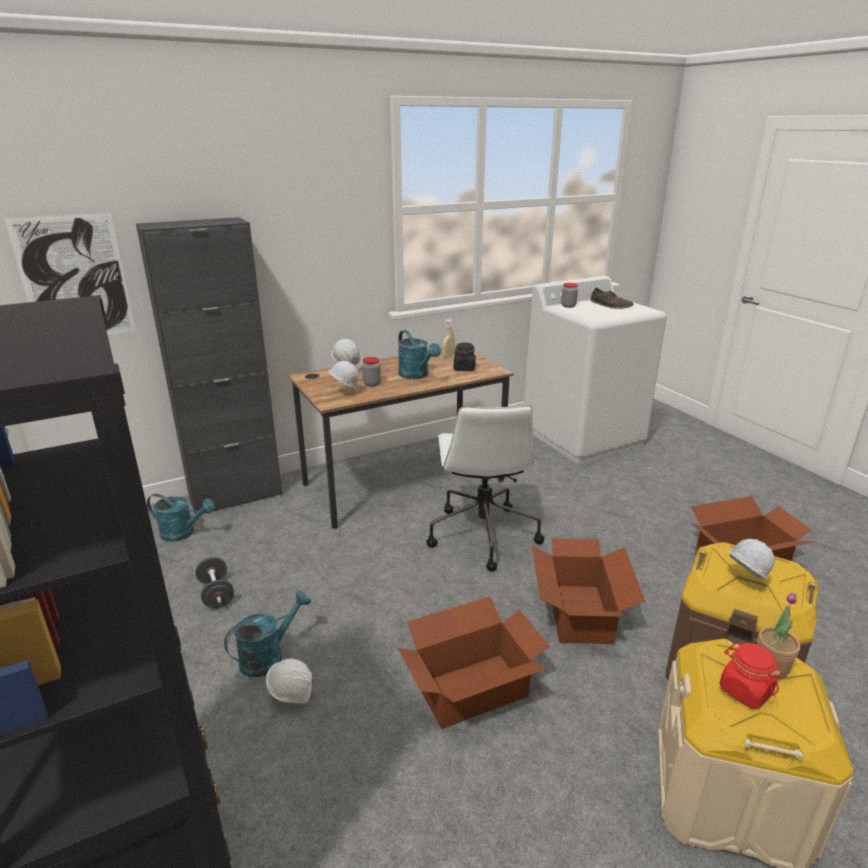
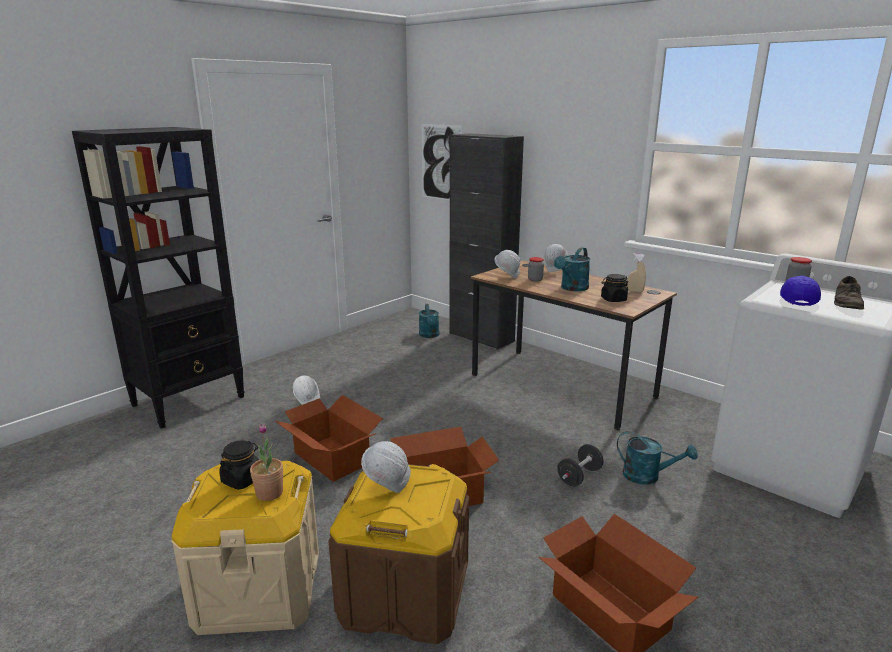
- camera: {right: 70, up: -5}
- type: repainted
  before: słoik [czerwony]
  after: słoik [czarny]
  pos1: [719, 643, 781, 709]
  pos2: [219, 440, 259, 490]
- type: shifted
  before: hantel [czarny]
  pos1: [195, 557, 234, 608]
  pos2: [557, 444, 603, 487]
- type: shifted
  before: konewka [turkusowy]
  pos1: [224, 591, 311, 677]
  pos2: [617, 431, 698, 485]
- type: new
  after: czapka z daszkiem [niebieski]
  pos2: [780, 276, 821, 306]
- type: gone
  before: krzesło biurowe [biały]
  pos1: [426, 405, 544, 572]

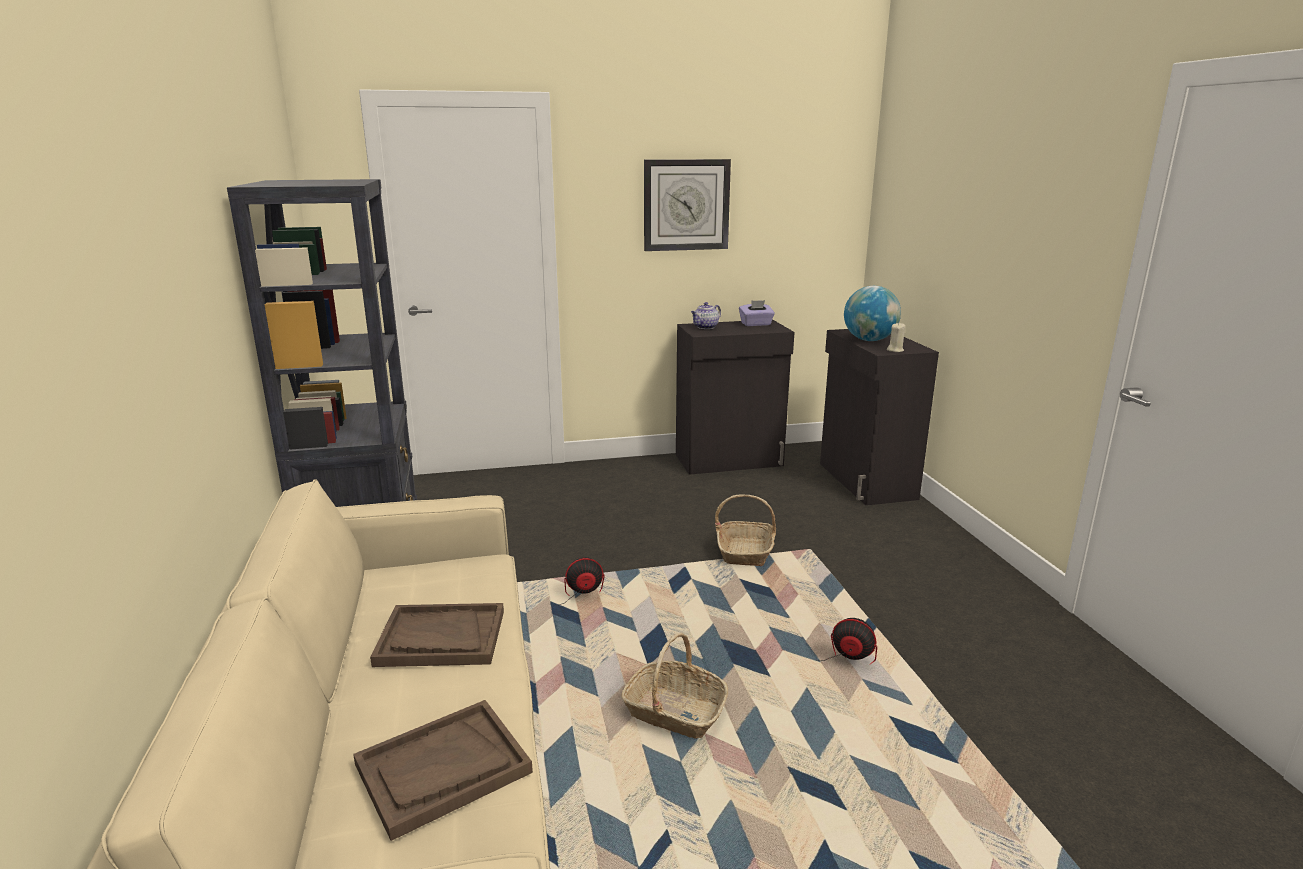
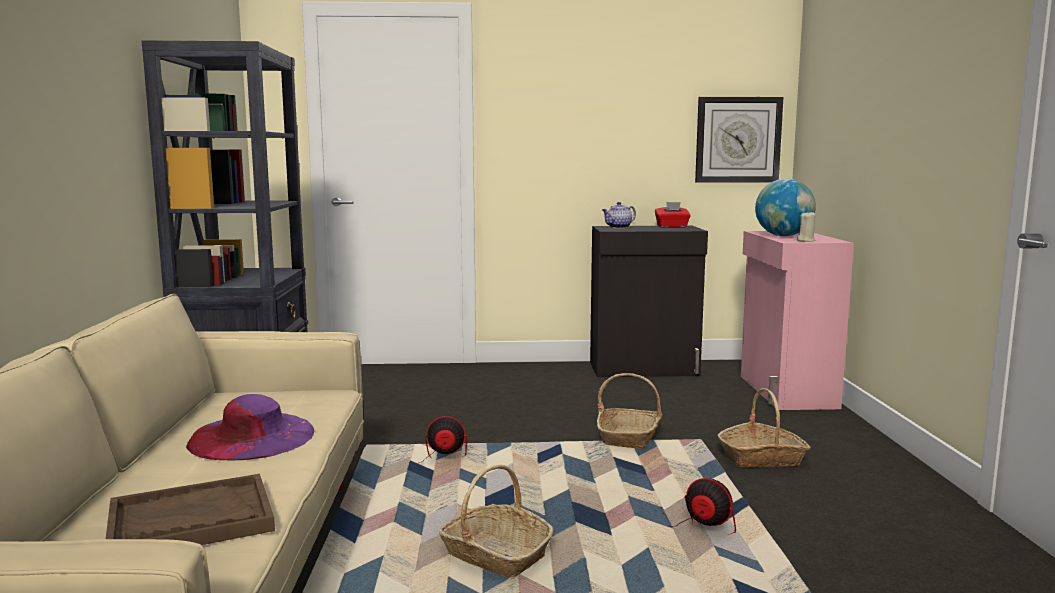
- camera: {right: 10, up: -10}
- type: swapped
  before: taca [brązowy]
  after: kapelusz [fioletowy]
  pos1: [370, 603, 504, 667]
  pos2: [186, 394, 314, 461]
- type: repainted
  before: pudełko chusteczek [fioletowy]
  after: pudełko chusteczek [czerwony]
  pos1: [739, 300, 775, 326]
  pos2: [655, 202, 691, 228]
- type: shifted
  before: zegar ścienny
  pos1: [644, 159, 731, 251]
  pos2: [695, 97, 783, 183]
- type: new
  after: koszyk
  pos2: [718, 388, 811, 468]
- type: repainted
  before: szafka [czarny]
  after: szafka [różowy]
  pos1: [820, 329, 939, 505]
  pos2: [741, 231, 854, 410]

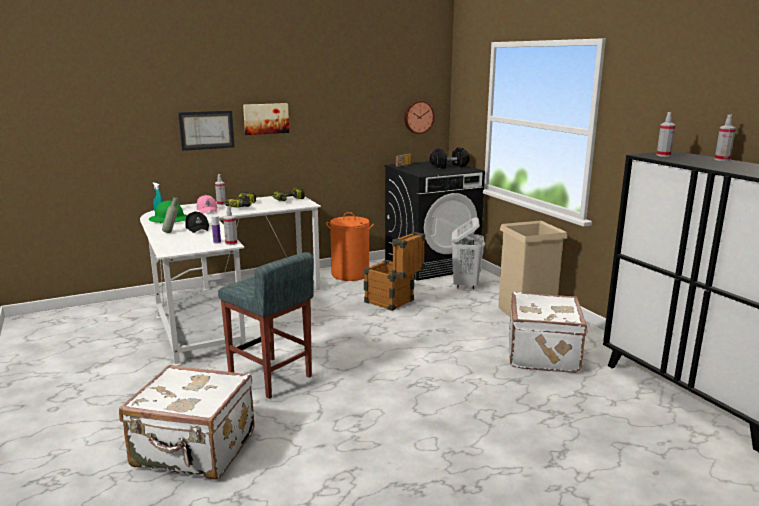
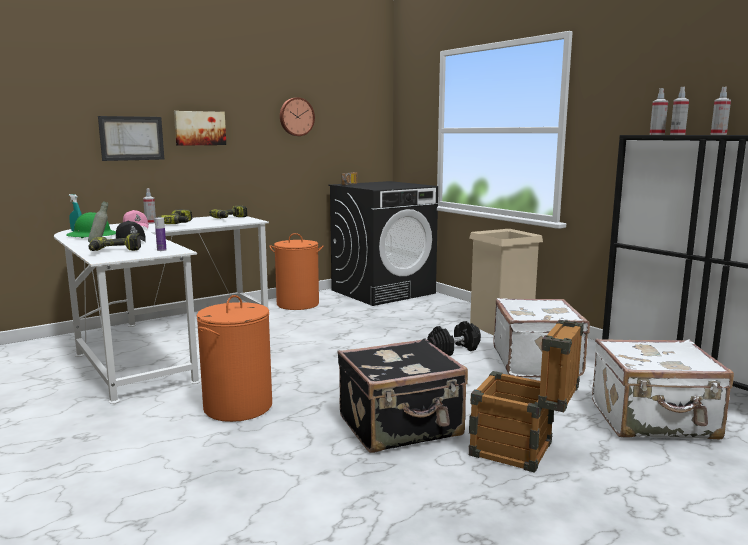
- camera: {right: -10, up: -5}
- type: new
  after: wiertarka
  pos2: [88, 233, 141, 251]
- type: swapped
  before: stołek [szary]
  after: kosz na pranie [pomarańczowy]
  pos1: [218, 252, 314, 399]
  pos2: [196, 295, 272, 422]
- type: shifted
  before: zegar ścienny
  pos1: [404, 101, 435, 134]
  pos2: [280, 97, 315, 136]
- type: new
  after: walizka [czarny]
  pos2: [338, 338, 468, 453]
- type: shifted
  before: hantel [czarny]
  pos1: [429, 147, 470, 169]
  pos2: [427, 321, 481, 356]
- type: shifted
  before: skrzynka
  pos1: [364, 232, 425, 311]
  pos2: [468, 320, 584, 473]
- type: shifted
  before: walizka [biały]
  pos1: [119, 365, 255, 480]
  pos2: [592, 338, 734, 439]
- type: shifted
  before: spryskiwacz
  pos1: [223, 207, 237, 245]
  pos2: [670, 87, 689, 135]
- type: gone
  before: kosz na pranie [biały]
  pos1: [452, 217, 485, 289]

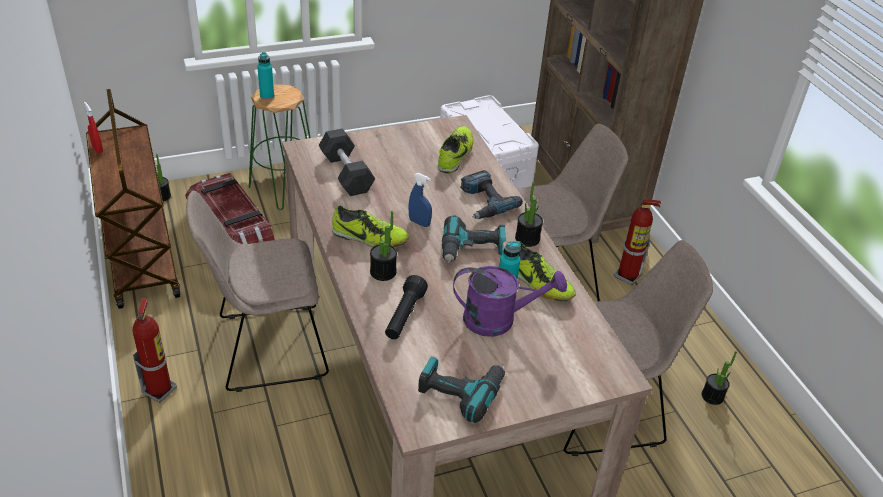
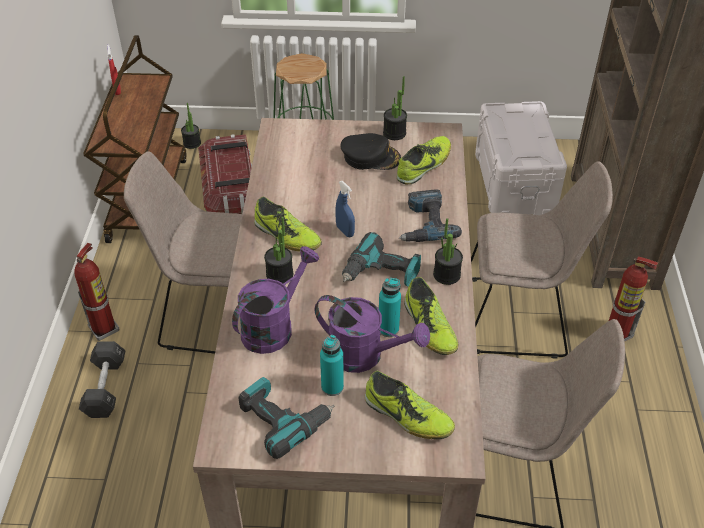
- camera: {right: 25, up: 5}
- type: shifted
  before: hantel [czarny]
  pos1: [319, 128, 375, 196]
  pos2: [79, 341, 126, 418]
- type: swapped
  before: latarka [czarny]
  after: konewka [fioletowy]
  pos1: [385, 275, 428, 339]
  pos2: [232, 246, 319, 354]
- type: shifted
  before: butelka [turkusowy]
  pos1: [257, 52, 274, 100]
  pos2: [320, 335, 344, 396]
- type: new
  after: czapka z daszkiem [czarny]
  pos2: [341, 133, 401, 170]
- type: new
  after: but
  pos2: [365, 371, 455, 439]
- type: shifted
  before: roślina doniczkowa
  pos1: [702, 351, 737, 405]
  pos2: [383, 76, 407, 140]

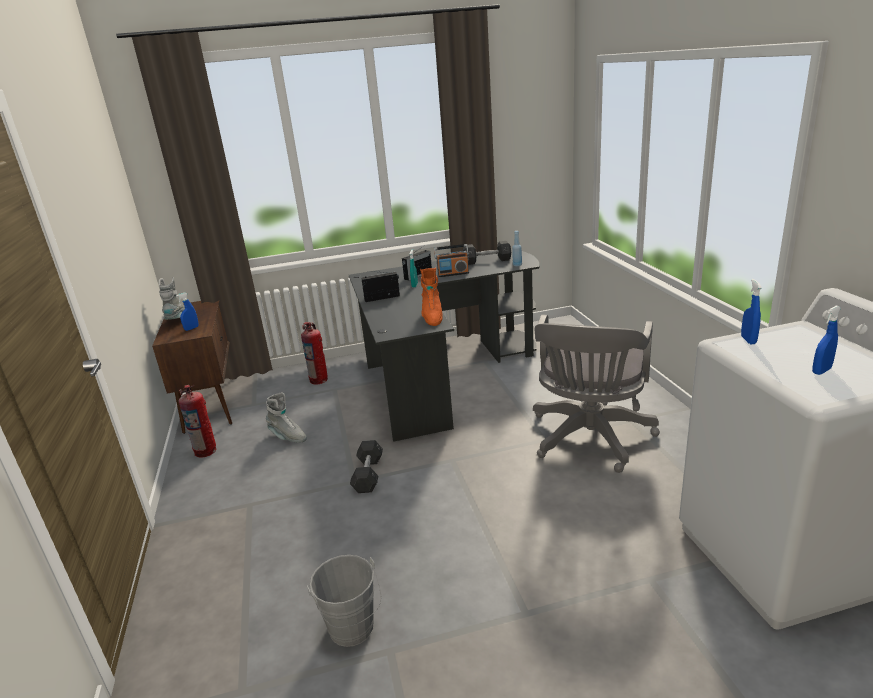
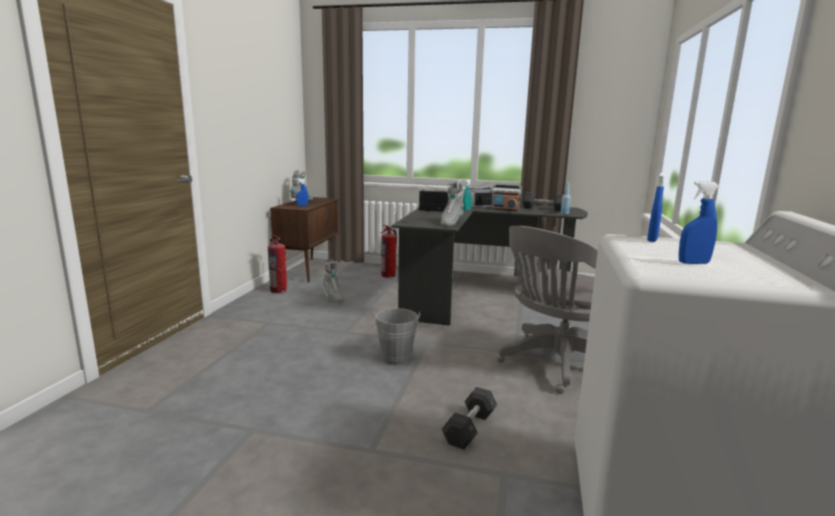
- camera: {right: 25, up: -10}
- type: shifted
  before: wiadro [szary]
  pos1: [307, 555, 381, 647]
  pos2: [373, 308, 420, 366]
- type: repainted
  before: but z cholewką [pomarańczowy]
  after: but z cholewką [szary]
  pos1: [420, 267, 443, 326]
  pos2: [441, 180, 464, 226]
- type: shifted
  before: hantel [szary]
  pos1: [350, 440, 383, 493]
  pos2: [442, 387, 497, 450]

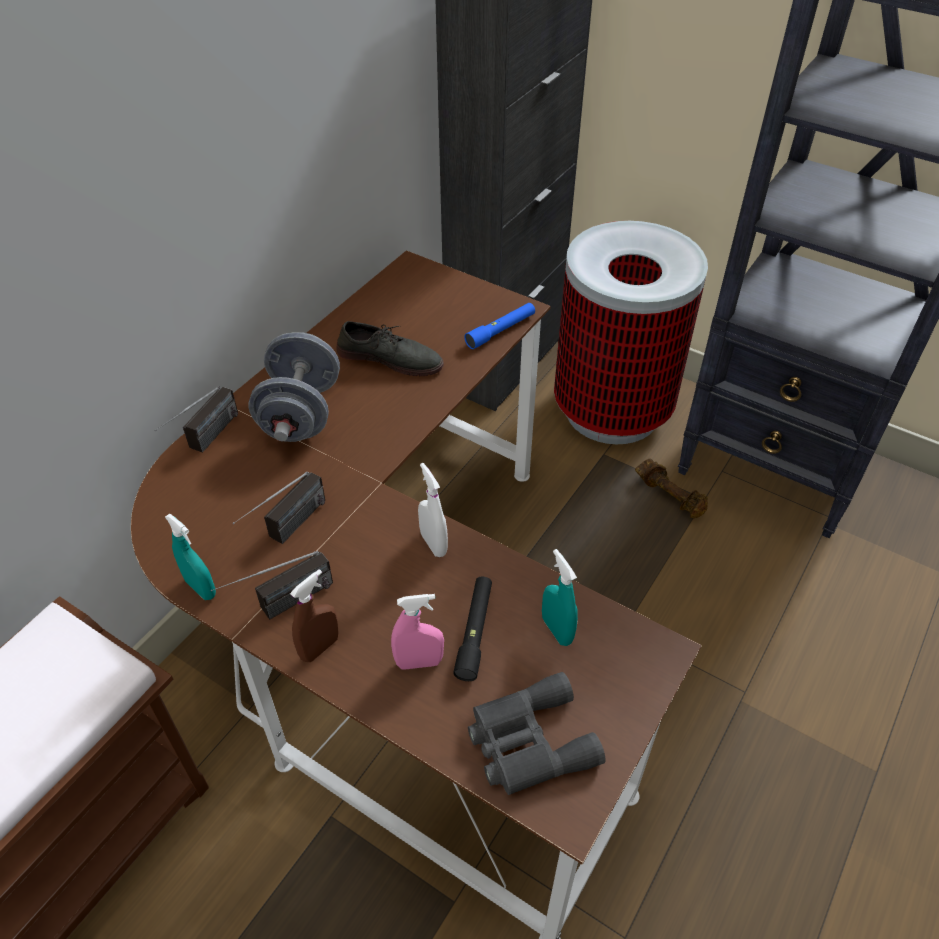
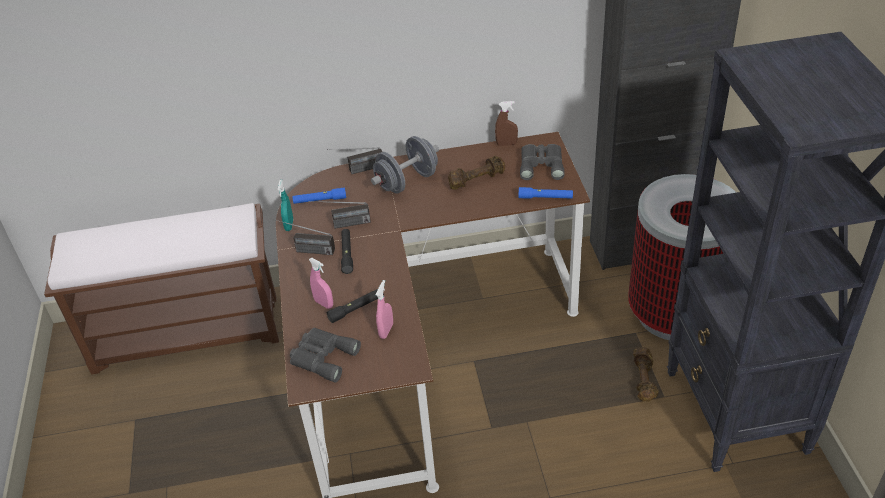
- camera: {right: 50, up: -5}
- type: new
  after: latarka [niebieski]
  pos2: [292, 187, 346, 204]
- type: new
  after: latarka [czarny]
  pos2: [341, 229, 353, 274]
- type: repainted
  before: spryskiwacz [turkusowy]
  after: spryskiwacz [różowy]
  pos1: [542, 549, 578, 646]
  pos2: [376, 280, 393, 339]
- type: swapped
  before: but [szary]
  after: hantel [brązowy]
  pos1: [336, 321, 444, 376]
  pos2: [448, 156, 505, 190]
- type: shifted
  before: spryskiwacz [brązowy]
  pos1: [290, 569, 338, 662]
  pos2: [495, 101, 518, 146]
- type: new
  after: lornetka [szary]
  pos2: [520, 144, 565, 180]
- type: gone
  before: spryskiwacz [biały]
  pos1: [418, 463, 448, 557]

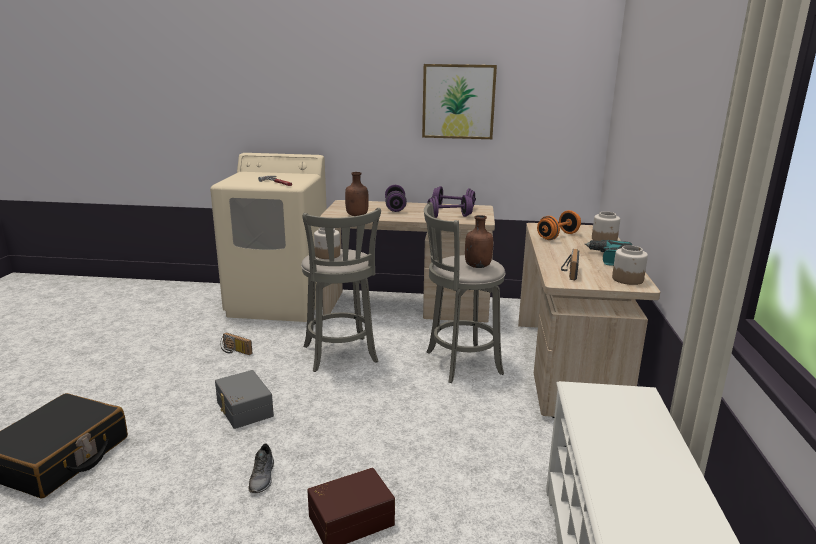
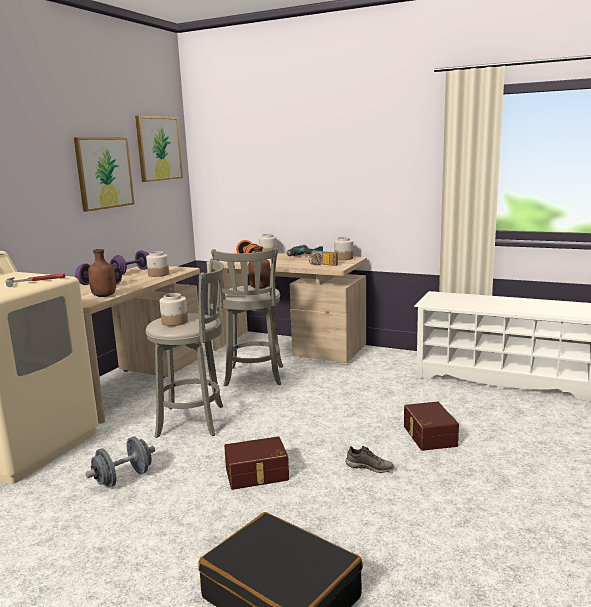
- camera: {right: -70, up: -5}
- type: swapped
  before: radio
  after: hantel [szary]
  pos1: [220, 332, 252, 355]
  pos2: [86, 436, 155, 488]
- type: new
  after: obraz
  pos2: [135, 116, 183, 182]
- type: swapped
  before: hantel [fioletowy]
  after: słoik
  pos1: [427, 195, 473, 218]
  pos2: [146, 251, 169, 277]
- type: repainted
  before: pojemnik do przechowywania [szary]
  after: pojemnik do przechowywania [brązowy]
  pos1: [215, 370, 274, 429]
  pos2: [224, 436, 289, 490]

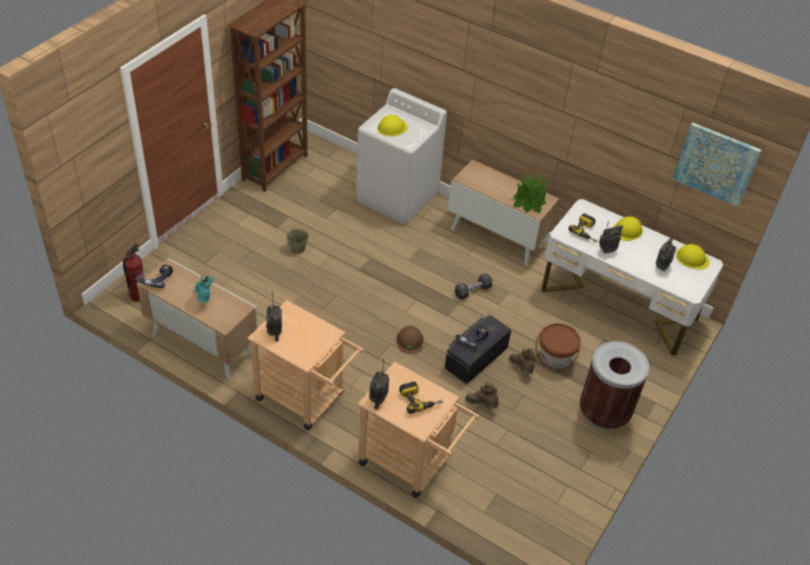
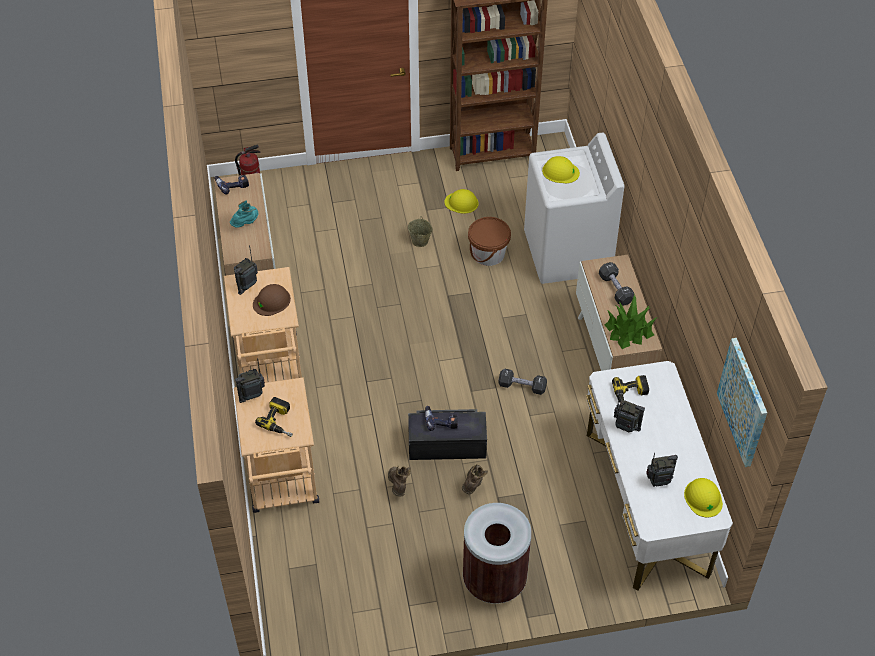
- camera: {right: 50, up: 5}
- type: shifted
  before: kask [brązowy]
  pos1: [396, 326, 424, 354]
  pos2: [253, 284, 291, 316]
- type: shifted
  before: kask [żółty]
  pos1: [613, 216, 643, 241]
  pos2: [444, 189, 479, 214]
- type: shifted
  before: wiadro [brązowy]
  pos1: [535, 323, 581, 370]
  pos2: [468, 217, 511, 266]
- type: new
  after: hantel [czarny]
  pos2: [599, 262, 635, 306]

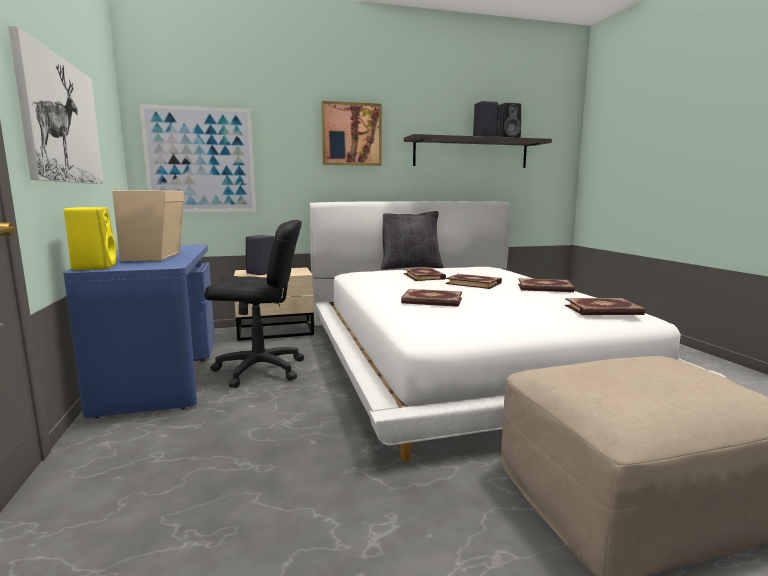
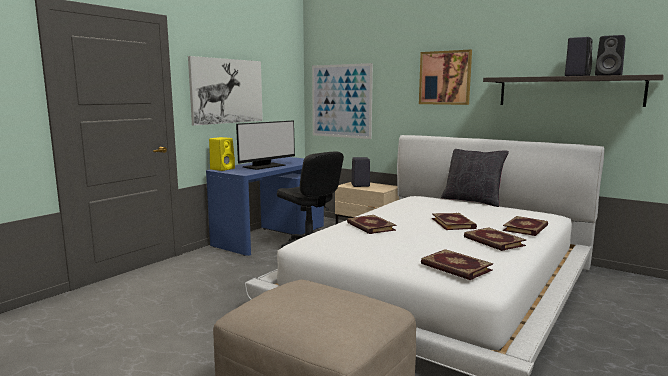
- camera: {right: 50, up: 0}
- type: swapped
  before: głośnik [beżowy]
  after: monitor
  pos1: [112, 188, 184, 262]
  pos2: [236, 121, 295, 170]
- type: shifted
  before: książka
  pos1: [404, 267, 446, 281]
  pos2: [503, 216, 548, 236]

